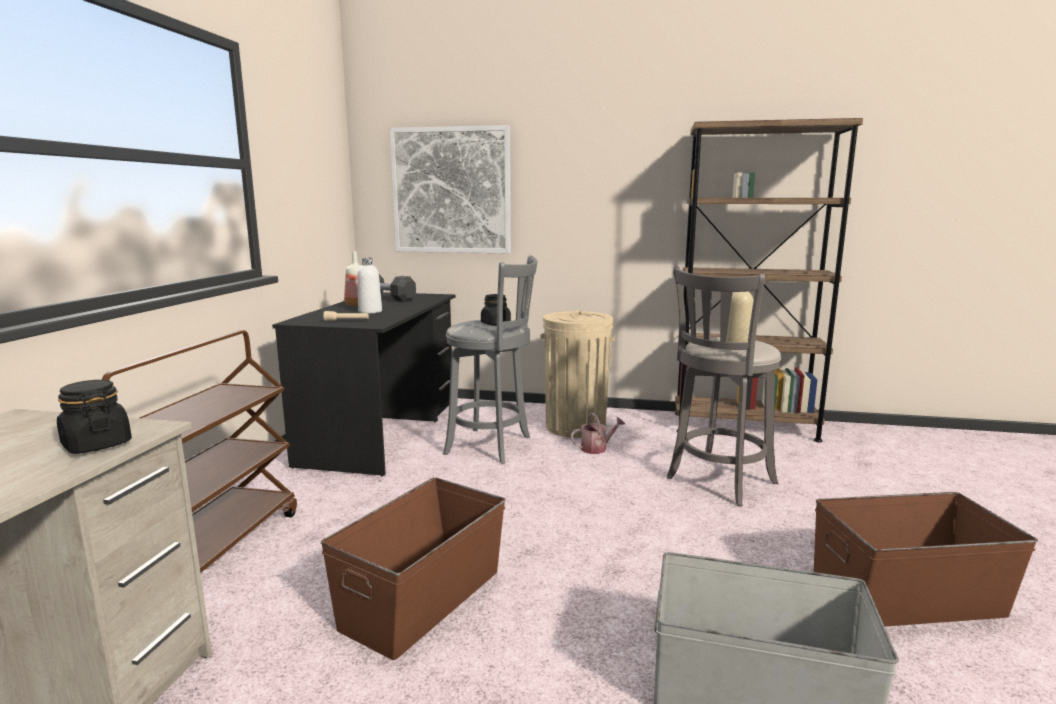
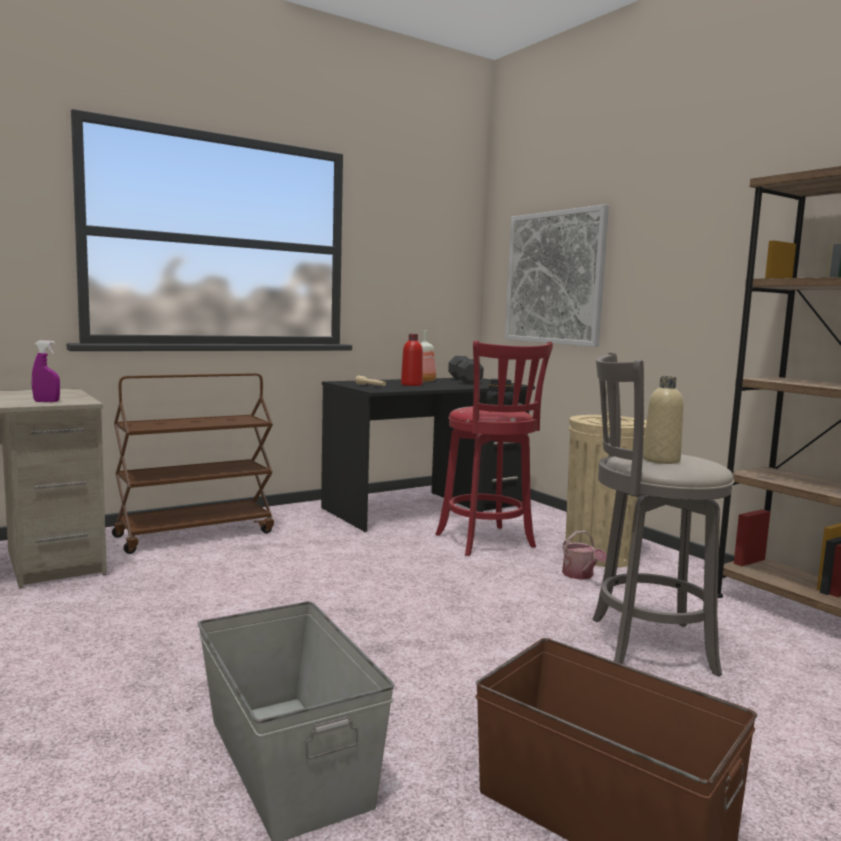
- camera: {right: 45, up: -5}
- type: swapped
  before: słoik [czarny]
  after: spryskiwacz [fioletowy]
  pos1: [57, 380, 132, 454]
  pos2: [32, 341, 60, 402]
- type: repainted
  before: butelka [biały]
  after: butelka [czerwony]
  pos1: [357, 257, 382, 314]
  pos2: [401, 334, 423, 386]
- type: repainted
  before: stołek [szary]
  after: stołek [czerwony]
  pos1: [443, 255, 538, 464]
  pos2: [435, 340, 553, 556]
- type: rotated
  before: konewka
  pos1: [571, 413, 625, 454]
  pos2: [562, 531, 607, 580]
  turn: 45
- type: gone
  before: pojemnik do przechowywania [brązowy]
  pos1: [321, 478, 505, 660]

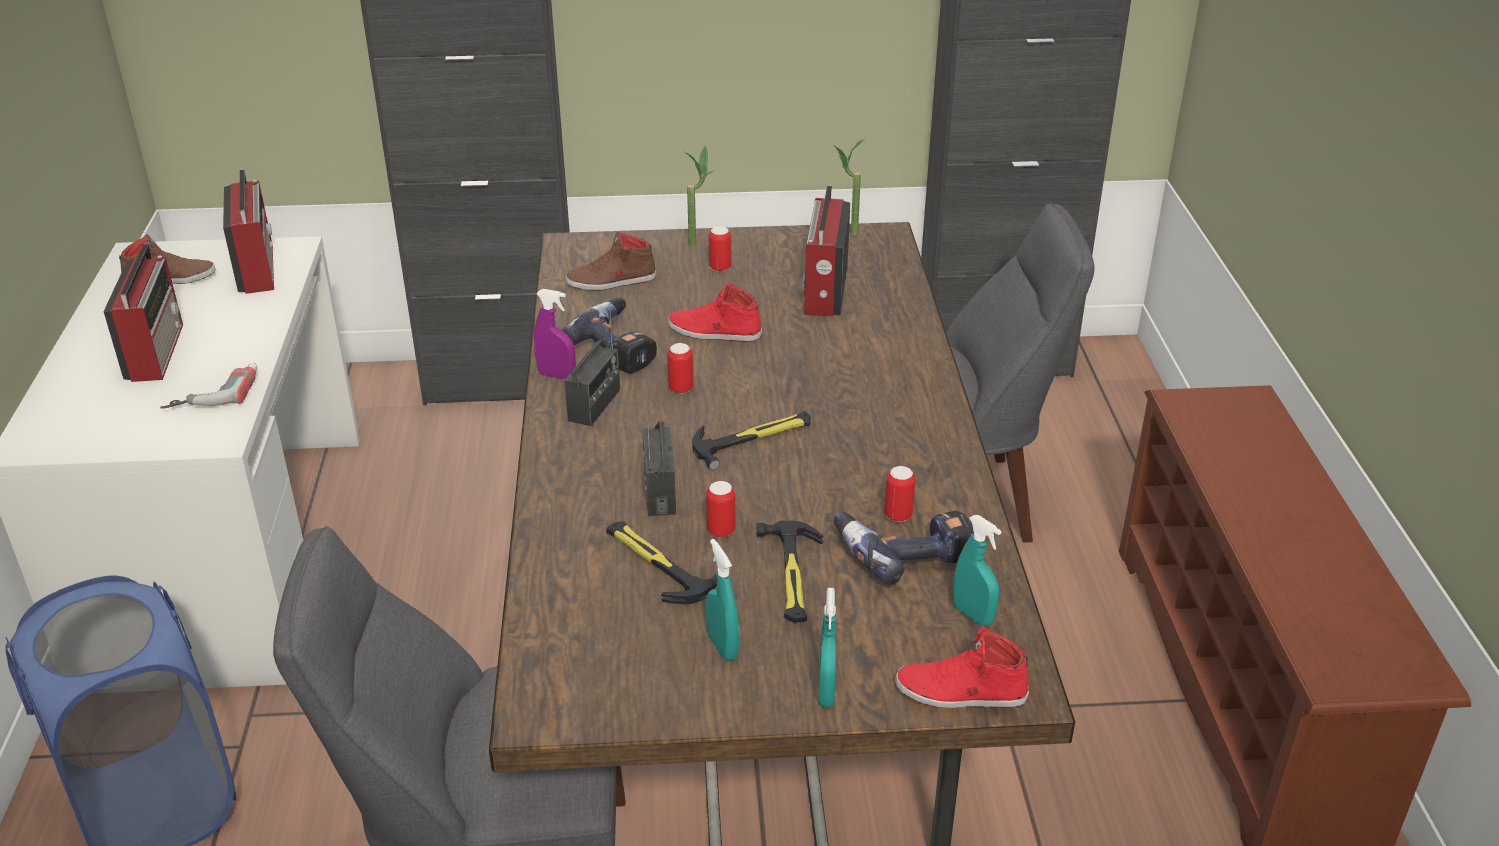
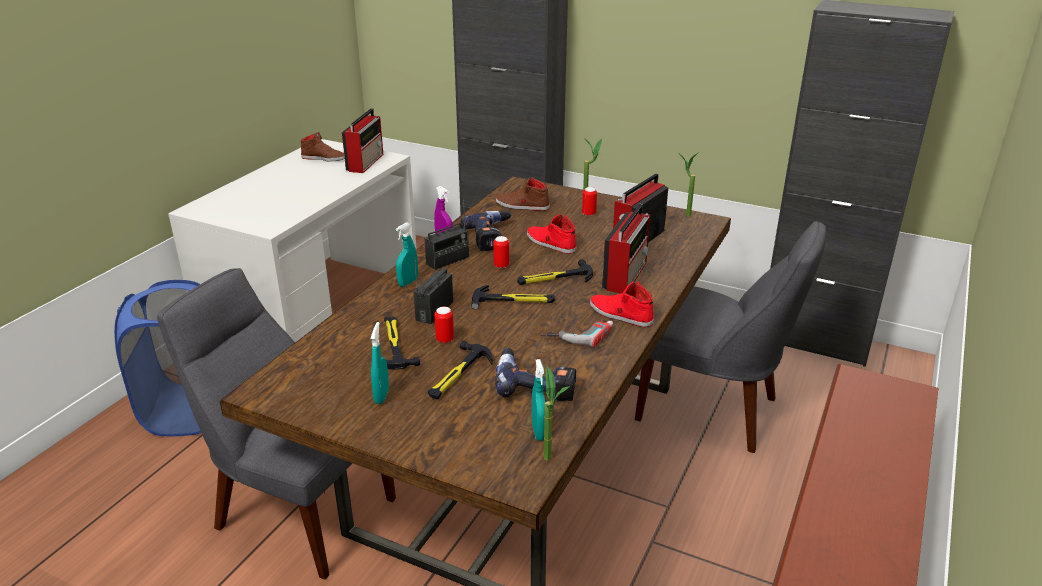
- camera: {right: 30, up: -5}
- type: shifted
  before: spryskiwacz [turkusowy]
  pos1: [818, 588, 836, 708]
  pos2: [396, 223, 418, 287]
- type: new
  after: młotek
  pos2: [517, 259, 593, 285]
- type: shifted
  before: wiertarka
  pos1: [160, 363, 258, 409]
  pos2: [540, 321, 613, 348]
- type: new
  after: roślina doniczkowa
  pos2: [544, 366, 570, 461]
- type: shifted
  before: but [czerwony]
  pos1: [895, 626, 1029, 708]
  pos2: [590, 282, 654, 327]
- type: shifted
  before: radio
  pos1: [103, 244, 183, 382]
  pos2: [602, 204, 650, 294]
- type: gone
  before: puszka
  pos1: [884, 466, 916, 522]

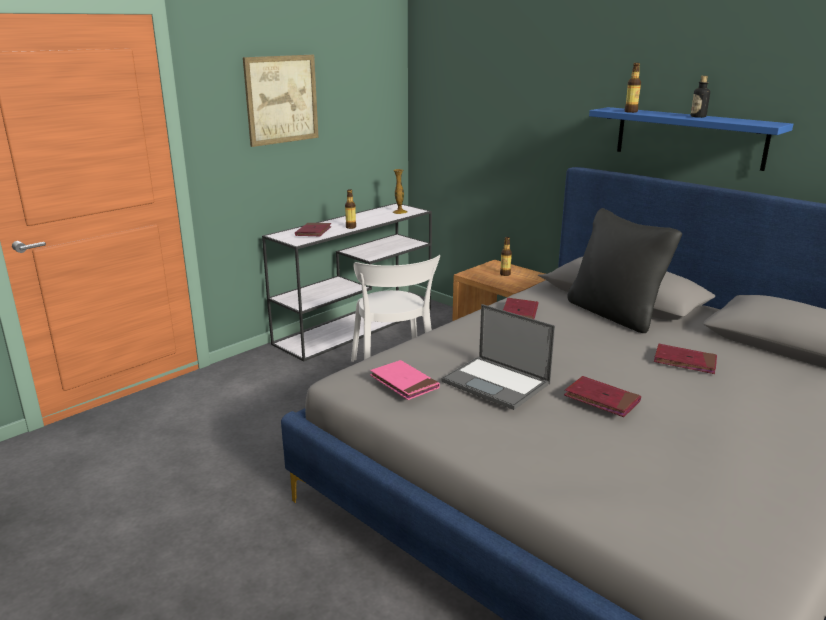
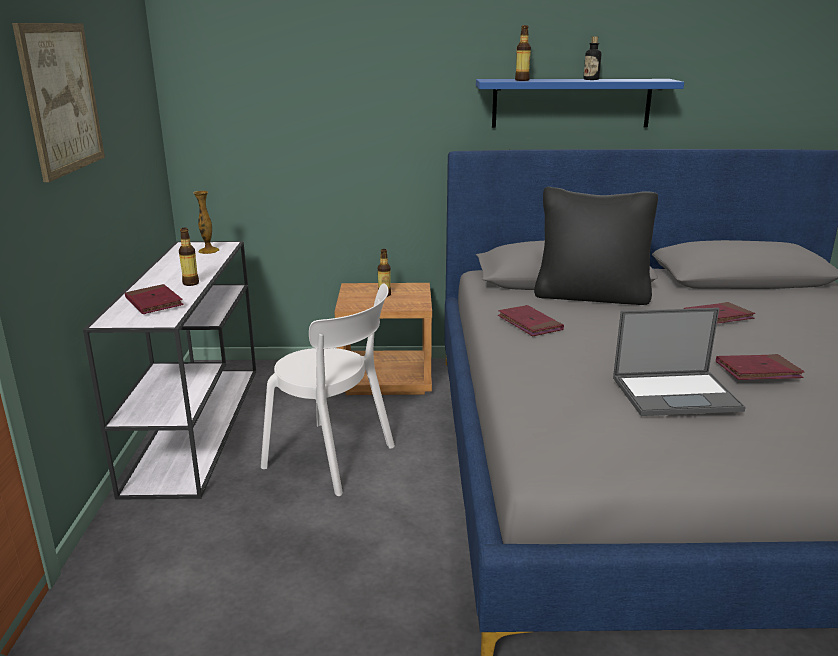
- camera: {right: -45, up: 0}
- type: gone
  before: książka [różowy]
  pos1: [370, 360, 440, 400]

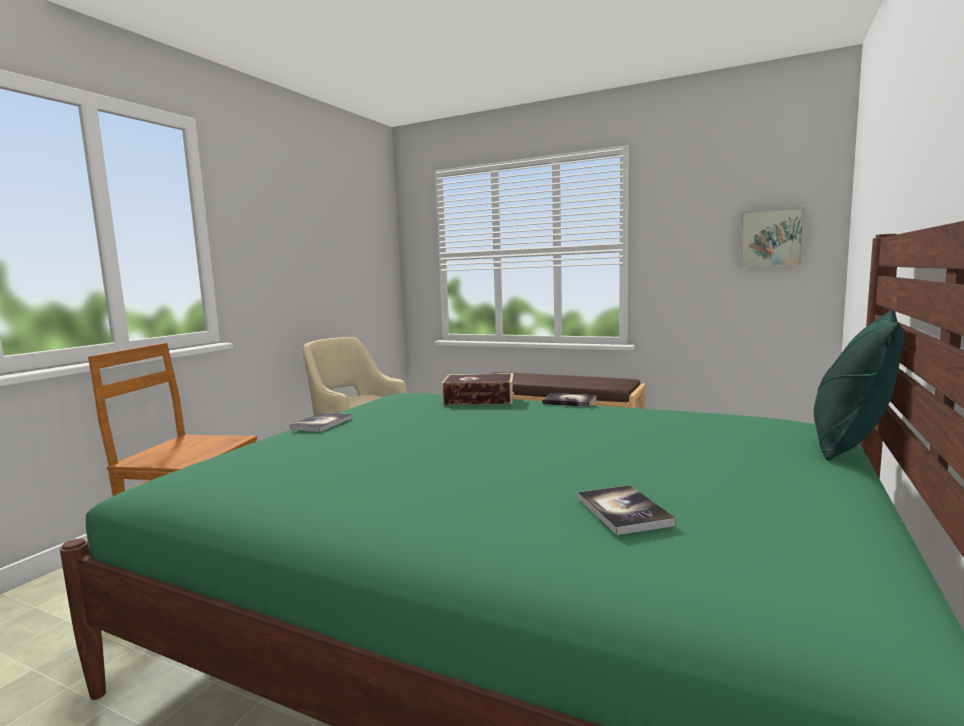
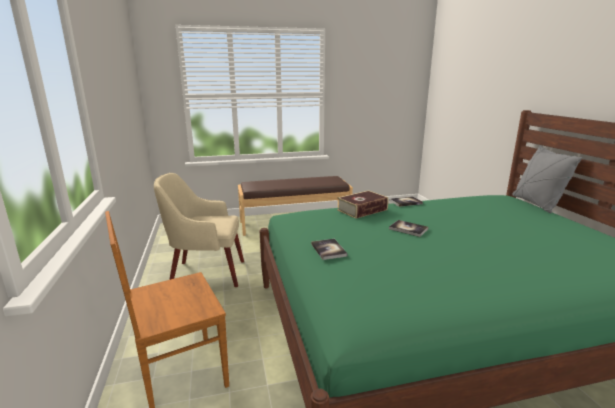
- camera: {right: -40, up: 10}
- type: shifted
  before: książka
  pos1: [578, 485, 676, 535]
  pos2: [389, 220, 428, 237]
- type: repainted
  before: poduszka [zielony]
  after: poduszka [szary]
  pos1: [814, 310, 904, 461]
  pos2: [513, 145, 583, 213]
- type: gone
  before: obraz
  pos1: [739, 207, 805, 267]

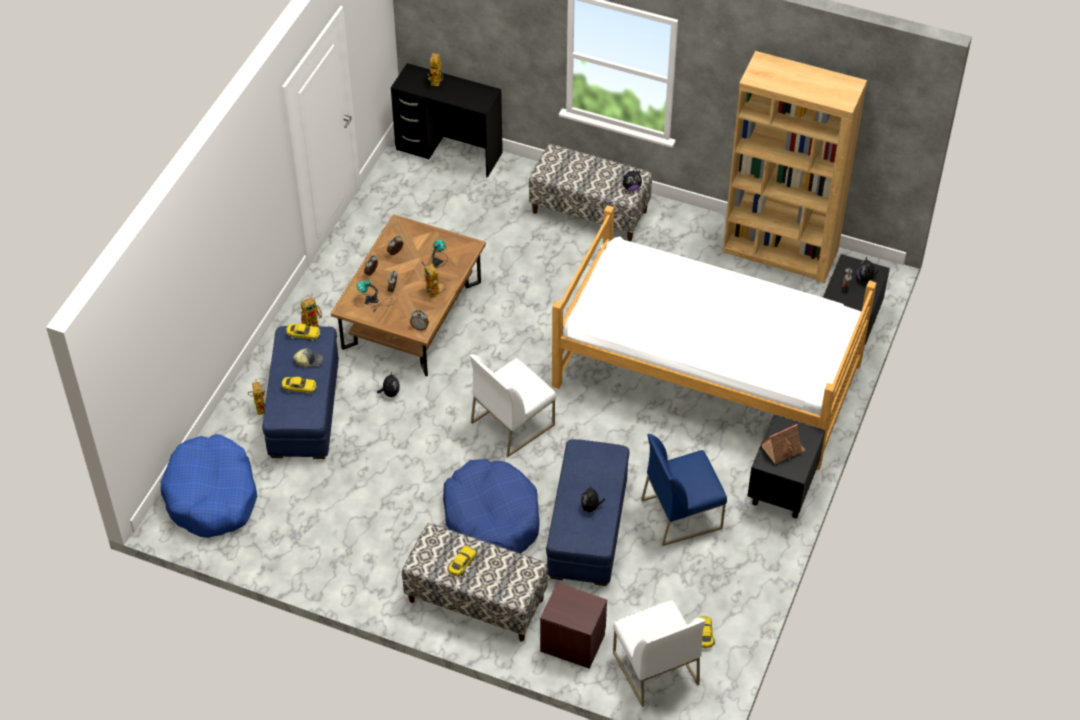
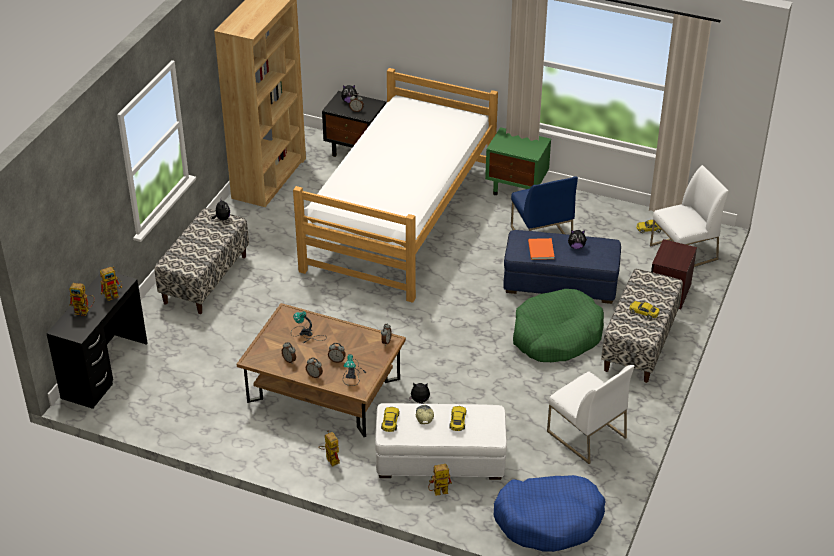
- camera: {right: -90, up: -10}
- type: shifted
  before: robot zabawkowy
  pos1: [424, 264, 446, 298]
  pos2: [100, 266, 122, 301]
- type: repainted
  before: pufa [niebieski]
  after: pufa [biały]
  pos1: [262, 326, 339, 459]
  pos2: [375, 403, 507, 480]
- type: repainted
  before: szafka nocna [czarny]
  after: szafka nocna [zielony]
  pos1: [747, 414, 825, 518]
  pos2: [485, 127, 551, 195]
- type: repainted
  before: legowisko [niebieski]
  after: legowisko [zielony]
  pos1: [443, 459, 540, 554]
  pos2: [513, 289, 604, 362]
- type: new
  after: książka [pomarańczowy]
  pos2: [528, 238, 555, 260]
- type: shifted
  before: krzesło [biały]
  pos1: [470, 355, 556, 457]
  pos2: [547, 365, 634, 464]
- type: gone
  before: domek
  pos1: [761, 424, 805, 464]

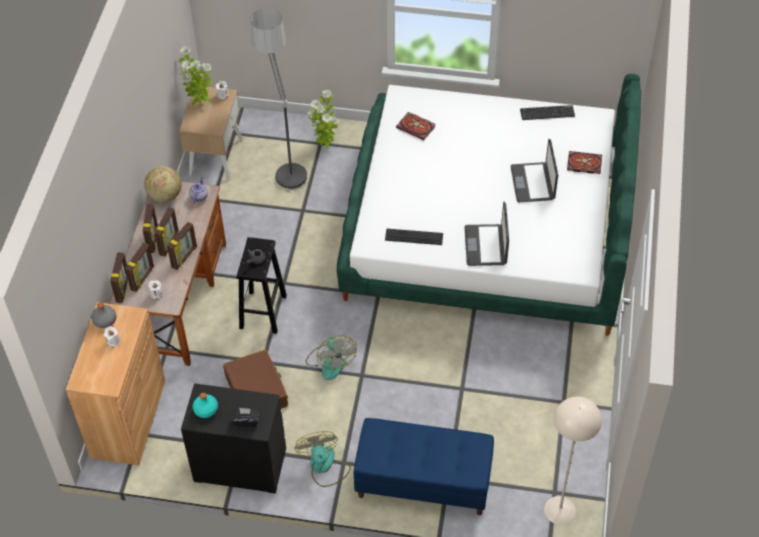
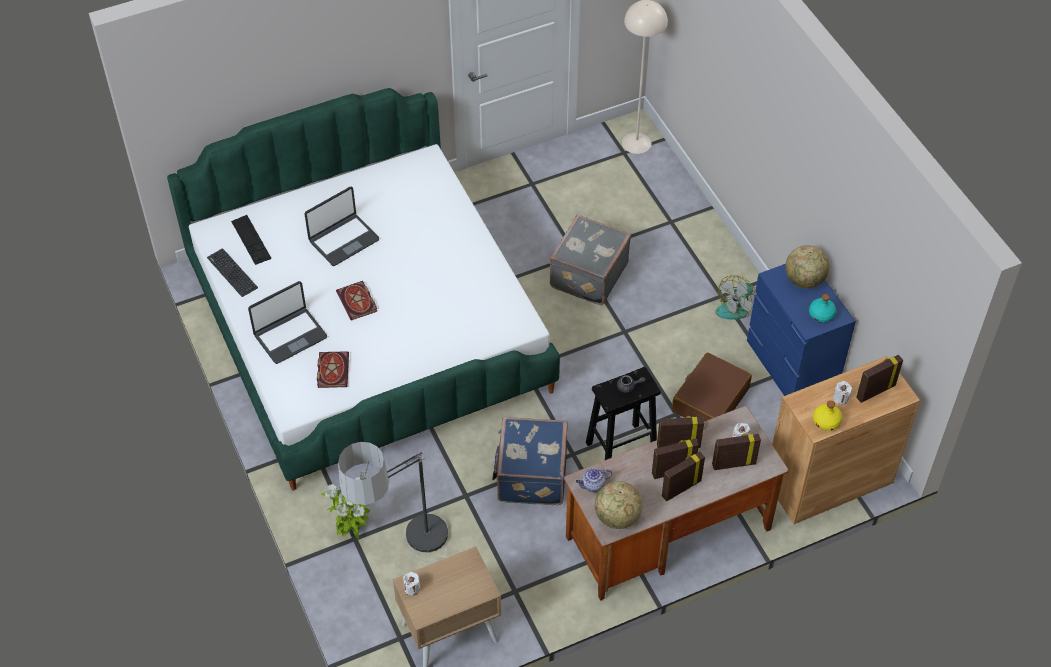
- camera: {right: -125, up: 0}
- type: shifted
  before: klawiatura
  pos1: [385, 229, 443, 245]
  pos2: [231, 215, 271, 265]
- type: shifted
  before: laptop
  pos1: [465, 201, 509, 266]
  pos2: [248, 281, 327, 364]
- type: shifted
  before: książka
  pos1: [567, 151, 602, 174]
  pos2: [336, 281, 377, 321]
- type: new
  after: walizka [niebieski]
  pos2: [492, 417, 568, 505]
- type: new
  after: walizka [szary]
  pos2: [549, 214, 631, 305]
- type: repainted
  before: komoda [czarny]
  after: komoda [niebieski]
  pos1: [181, 383, 286, 494]
  pos2: [747, 264, 856, 396]
- type: swapped
  before: pudełko chusteczek [czarny]
  after: globus
  pos1: [231, 408, 259, 427]
  pos2: [785, 245, 829, 288]
- type: repainted
  before: butelka [szary]
  after: butelka [żółty]
  pos1: [91, 302, 116, 328]
  pos2: [813, 401, 842, 431]
- type: shifted
  before: ramka na zdjęcie
  pos1: [110, 252, 128, 303]
  pos2: [856, 355, 903, 403]
- type: gone
  before: roślina doniczkowa
  pos1: [178, 46, 213, 106]
- type: gone
  before: wentylator
  pos1: [306, 335, 357, 380]
- type: gone
  before: ławka [niebieski]
  pos1: [354, 418, 494, 515]

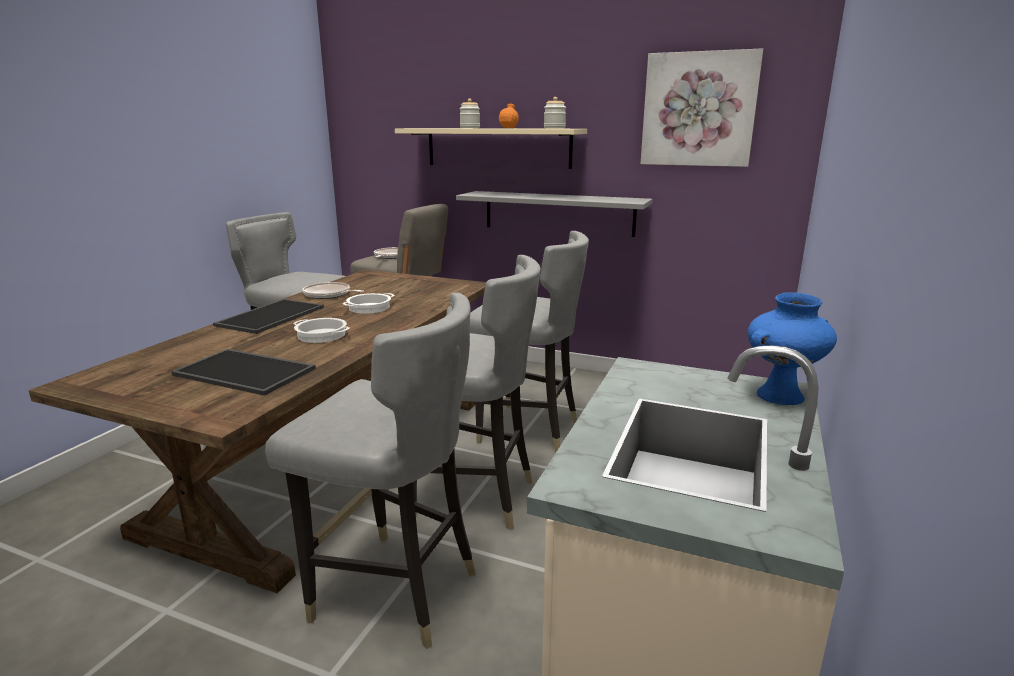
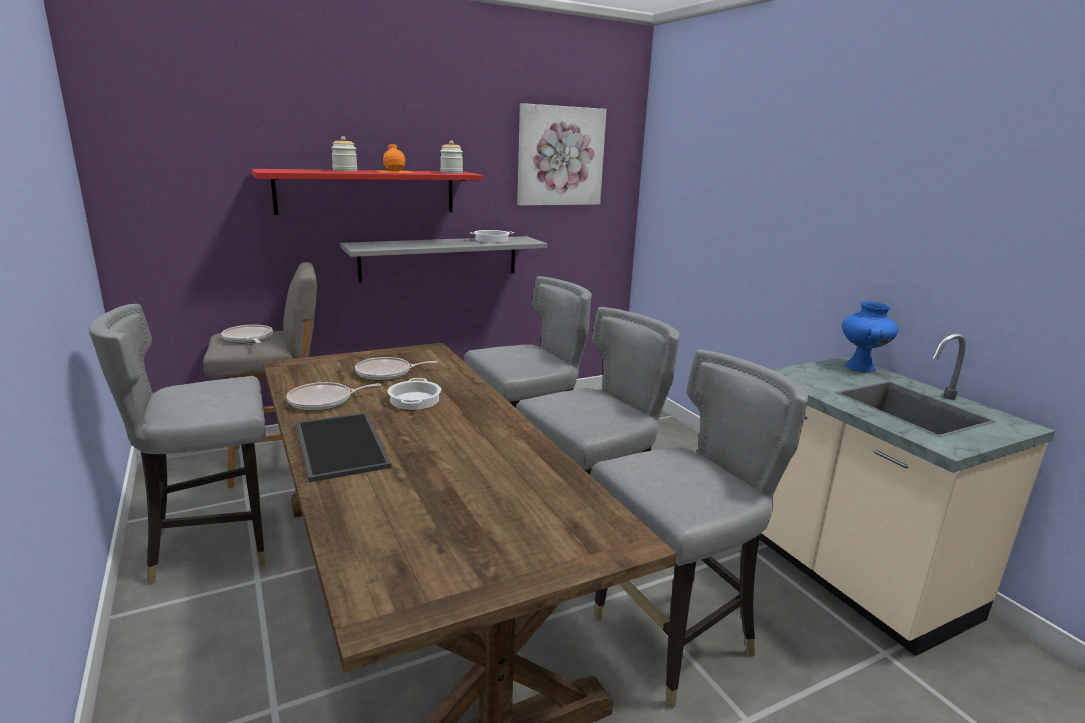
- camera: {right: -50, up: 0}
- type: repainted
  before: półka [beżowy]
  after: półka [czerwony]
  pos1: [395, 128, 587, 169]
  pos2: [251, 169, 484, 215]
- type: new
  after: patelnia
  pos2: [355, 357, 437, 381]
- type: shifted
  before: garnek
  pos1: [293, 318, 349, 343]
  pos2: [470, 230, 514, 243]
- type: gone
  before: taca
  pos1: [171, 349, 316, 396]

